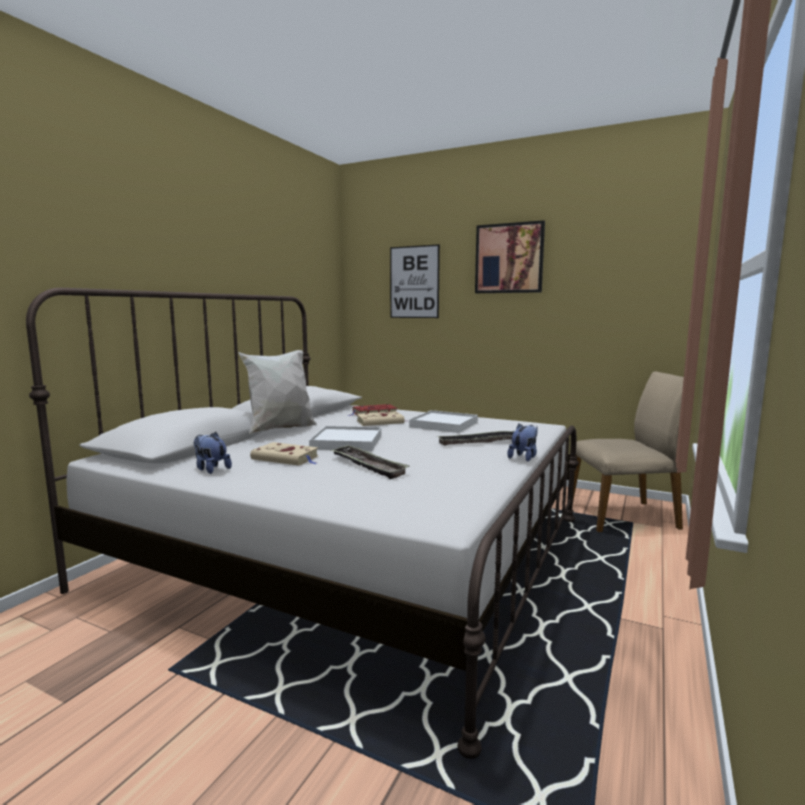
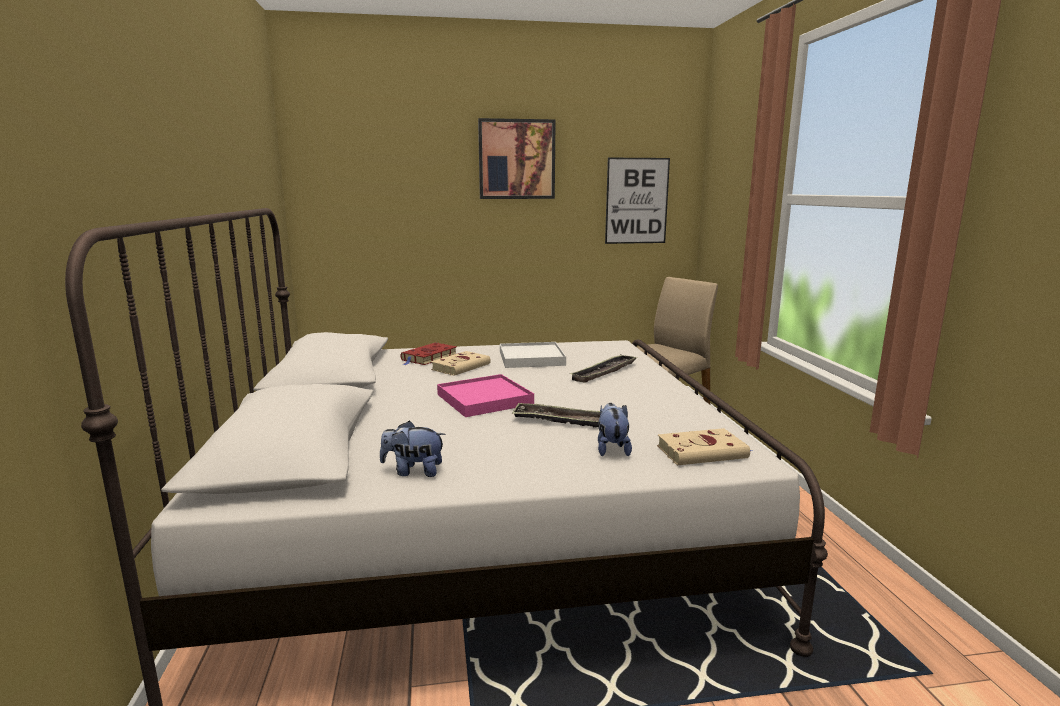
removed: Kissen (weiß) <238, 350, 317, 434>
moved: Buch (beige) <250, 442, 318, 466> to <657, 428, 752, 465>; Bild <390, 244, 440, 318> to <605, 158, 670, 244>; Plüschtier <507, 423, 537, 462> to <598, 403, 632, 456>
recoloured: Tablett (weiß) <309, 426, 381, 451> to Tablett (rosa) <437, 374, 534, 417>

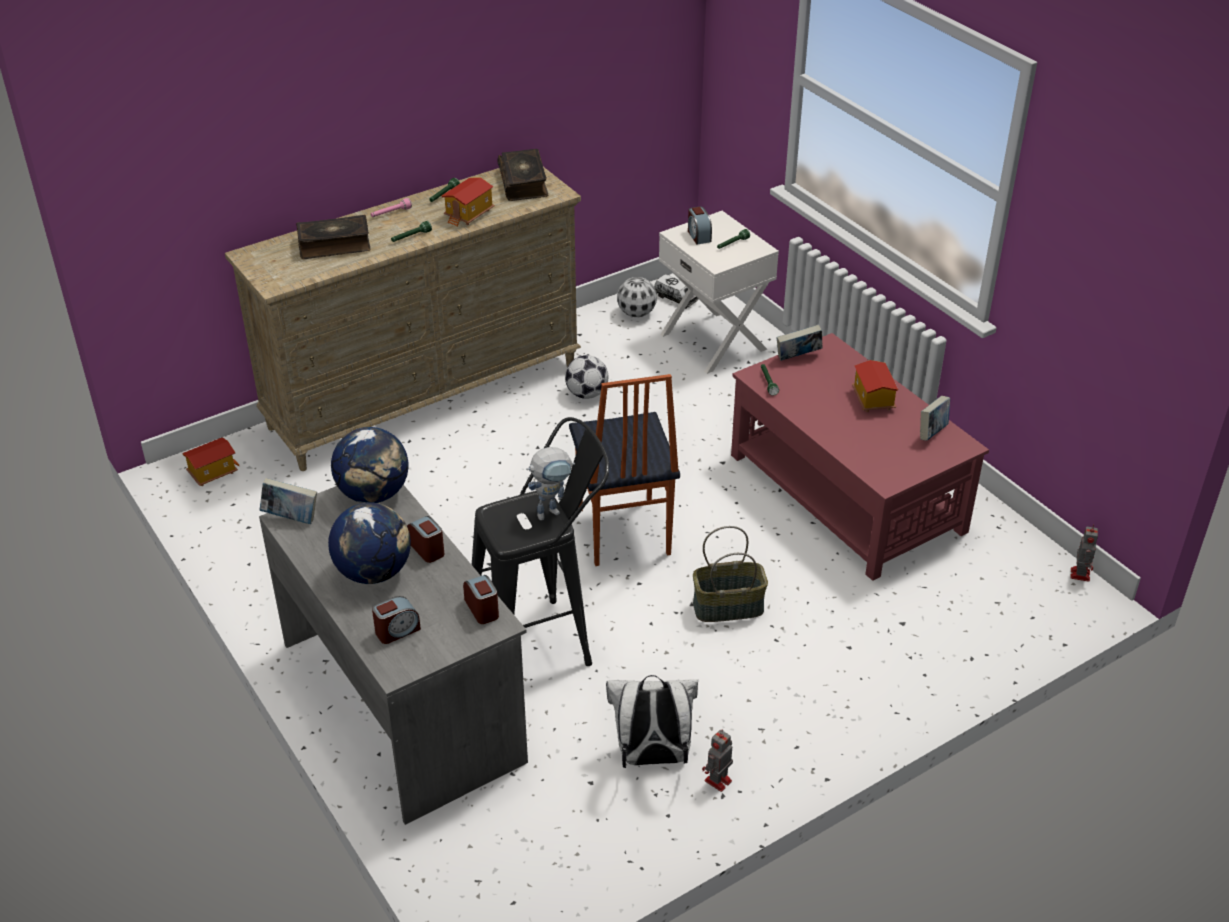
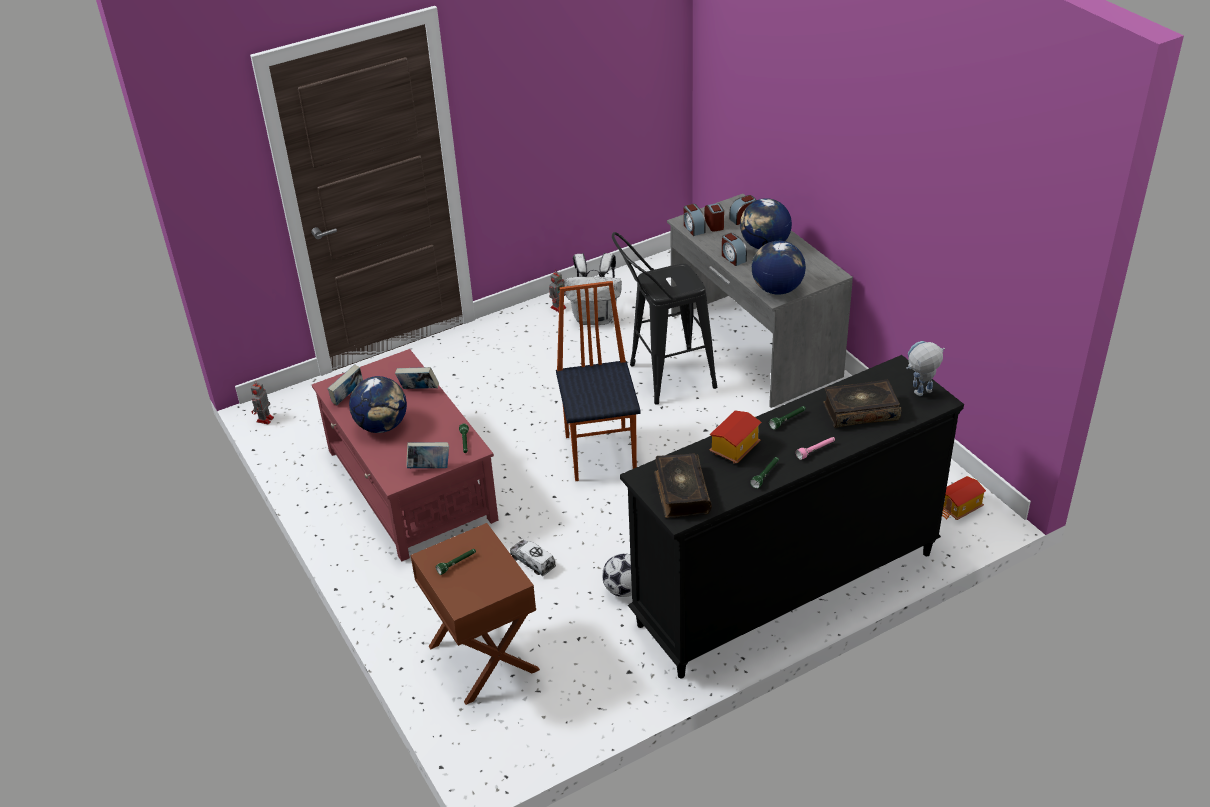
removed: Fußball <617, 277, 657, 317>; Korb <693, 526, 768, 622>
moved: Buch <260, 478, 317, 524> to <395, 367, 439, 389>; Spielzeugroboter <526, 447, 575, 521> to <906, 341, 945, 396>; Spielzeuglaster <654, 274, 698, 309> to <510, 540, 556, 576>; Wecker <688, 206, 712, 244> to <704, 203, 724, 232>
replaced: Spielzeughaus <852, 360, 898, 412> to Globus <349, 376, 407, 433>
recoloured: Kommode (beige) <225, 167, 581, 471> to Kommode (schwarz) <620, 355, 964, 678>; Nachttisch (weiß) <659, 211, 779, 374> to Nachttisch (braun) <410, 523, 540, 705>

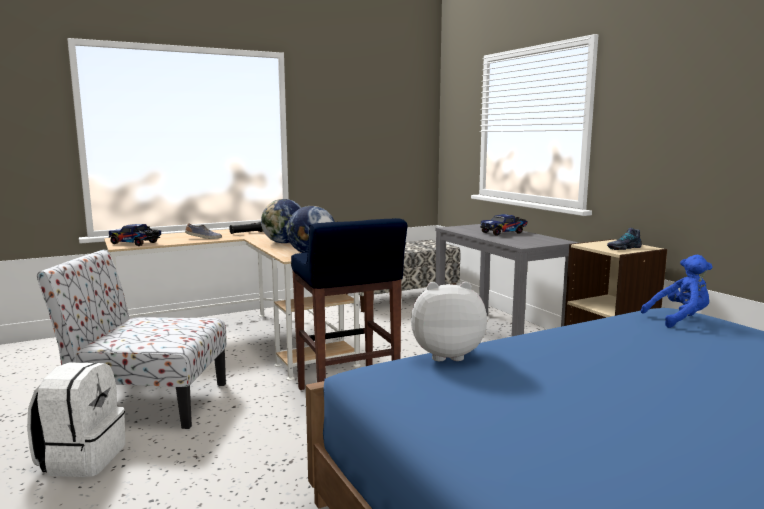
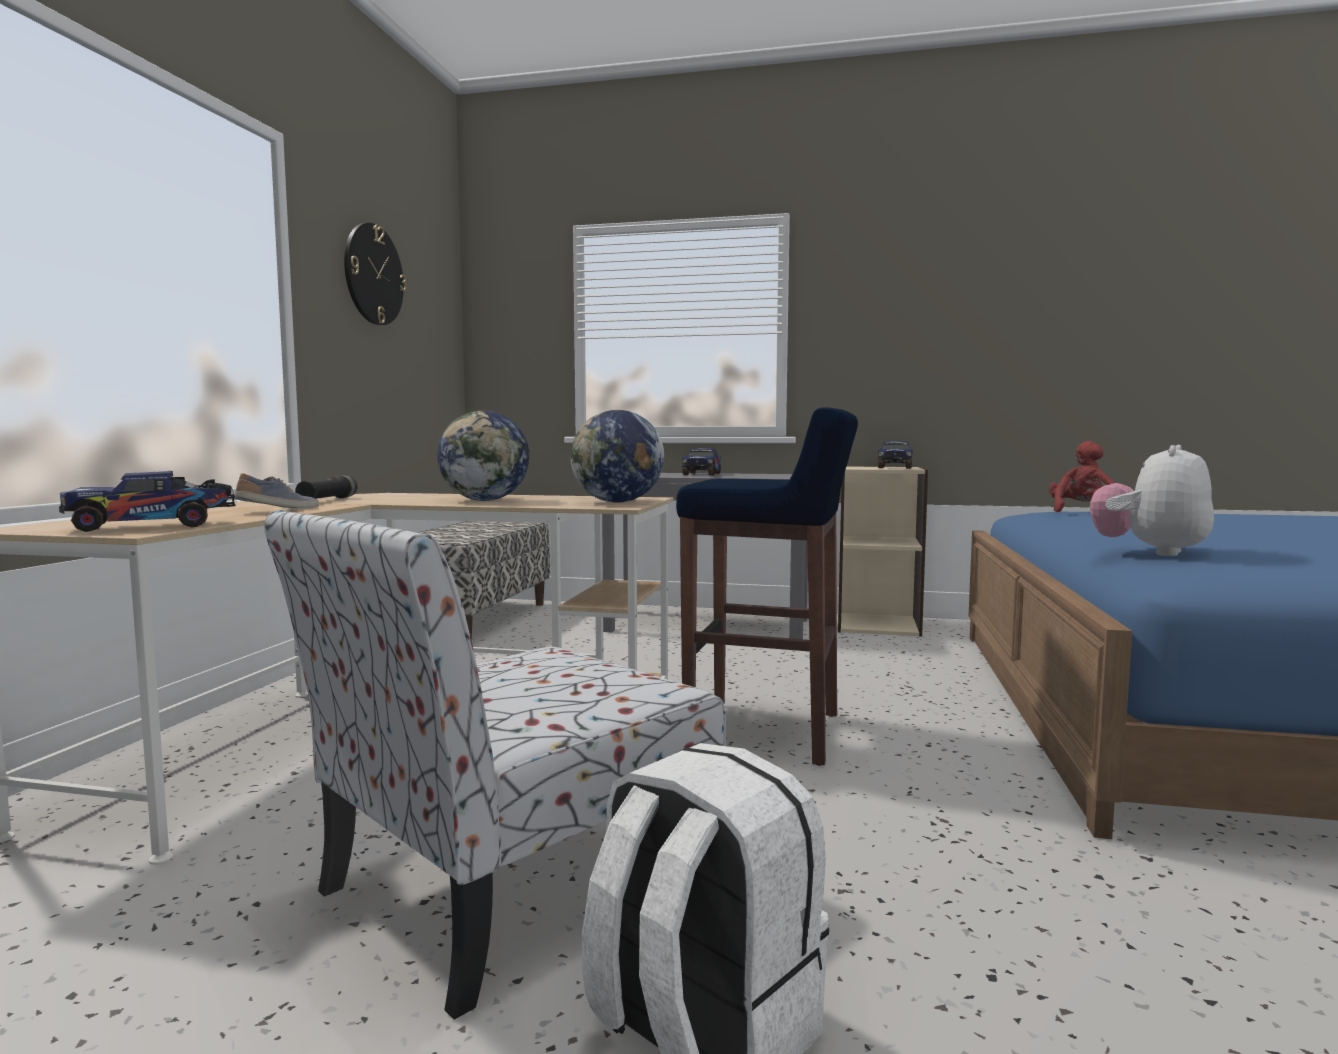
added: Wanduhr <344, 223, 406, 325>
replaced: Schuh <607, 228, 642, 250> to Spielzeuglaster <878, 441, 913, 469>
recoloured: Plüschtier (blau) <641, 255, 713, 328> to Plüschtier (rot) <1049, 441, 1115, 512>

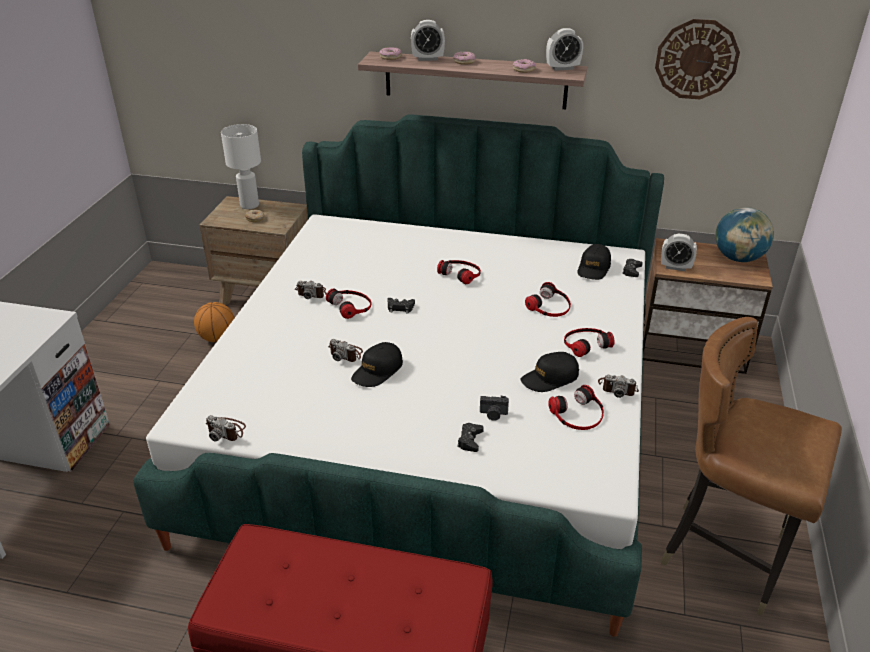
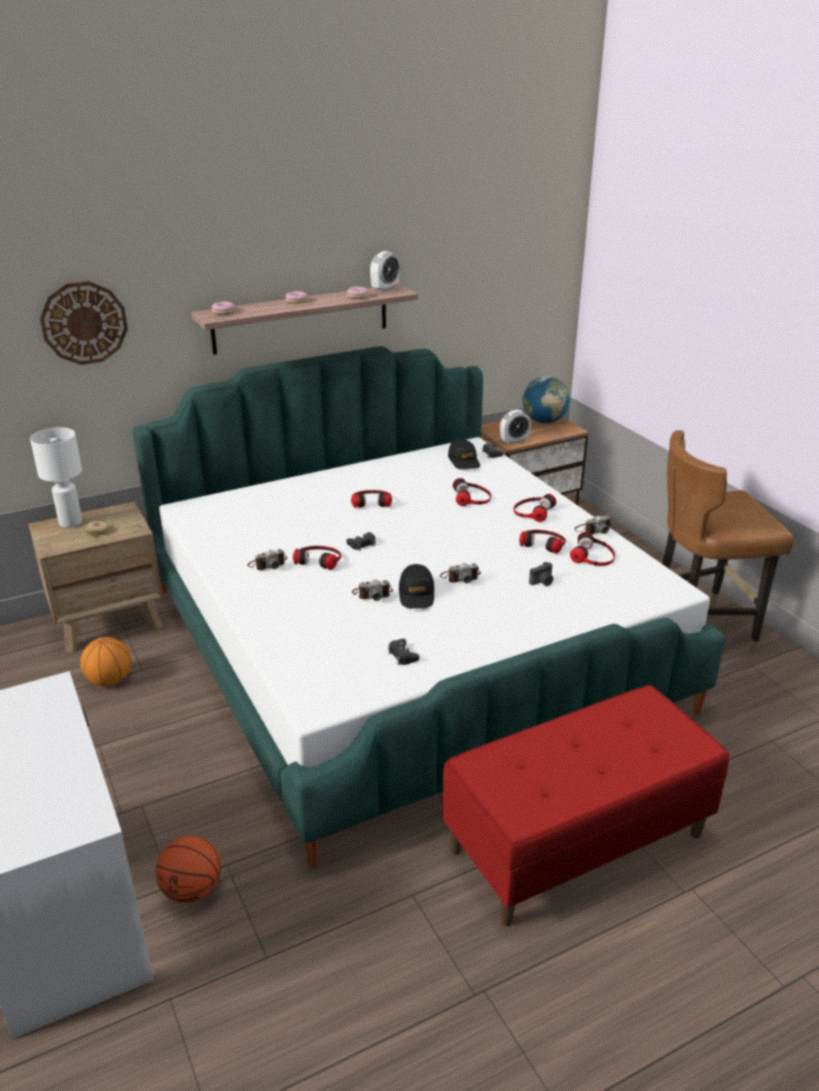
removed: Wecker <411, 20, 445, 61>
added: Basketball <155, 836, 221, 903>
moved: Kamera <206, 415, 246, 441> to <440, 563, 481, 583>; Gamepad (schwarz) <457, 423, 484, 452> to <388, 639, 419, 665>; Wanduhr <655, 19, 740, 99> to <40, 281, 128, 365>
replaced: Kappe (schwarz) <520, 352, 579, 392> to Kopfhörer <519, 530, 566, 554>

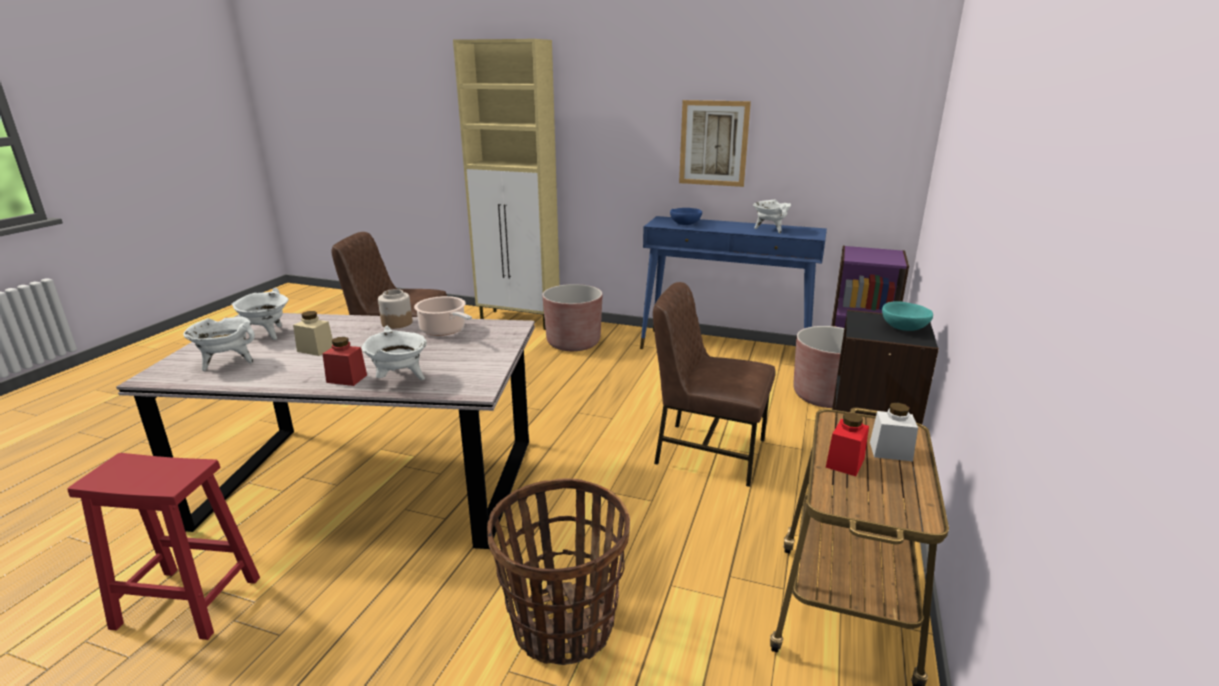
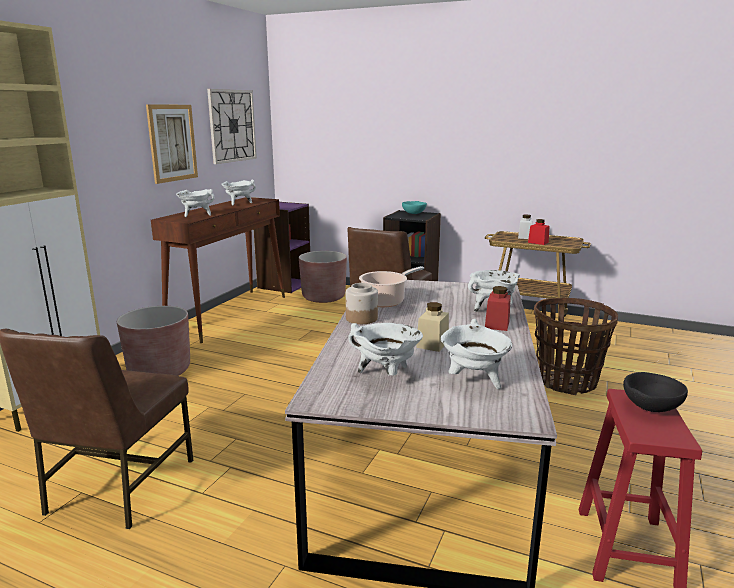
added: Wanduhr <207, 89, 257, 164>; Schüssel (schwarz) <623, 372, 688, 412>
replaced: Schüssel (blau) <670, 208, 702, 225> to Kochtopf (weiß) <176, 189, 215, 217>
recoloured: Konsolentisch (blau) <640, 216, 827, 349> to Konsolentisch (braun) <151, 197, 285, 343>

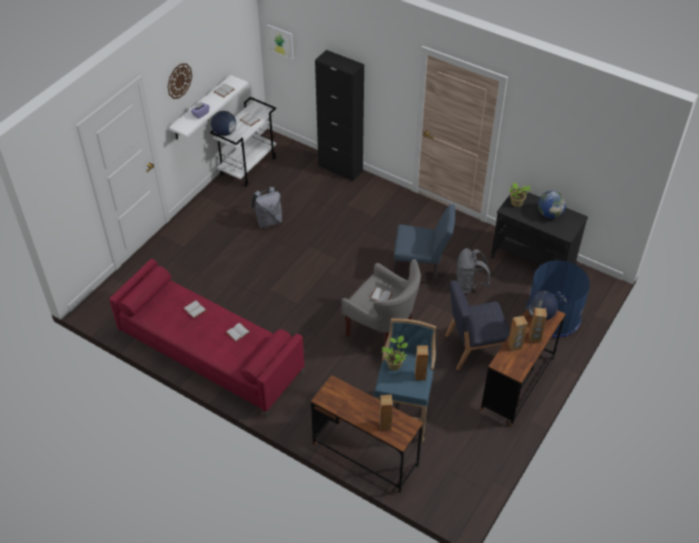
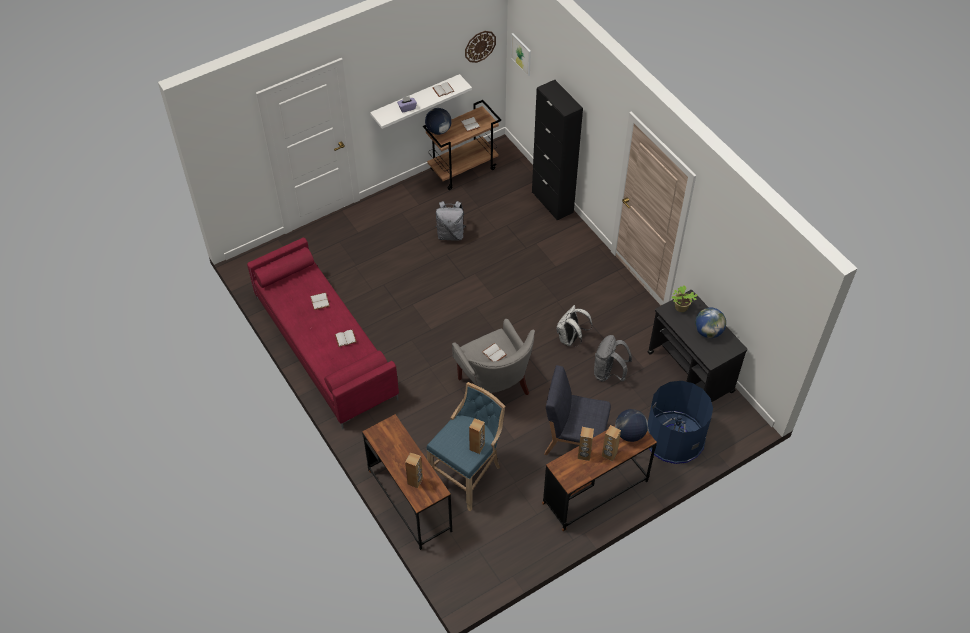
removed: Topfpflanze <382, 335, 408, 371>
moved: Wanduhr <167, 63, 192, 99> to <465, 31, 496, 63>
replaced: Stuhl (blau) <394, 204, 455, 285> to Rucksack (weiß) <556, 305, 592, 347>
recoloured: Rollwagen (weiß) <210, 97, 277, 187> to Rollwagen (braun) <423, 100, 501, 190>

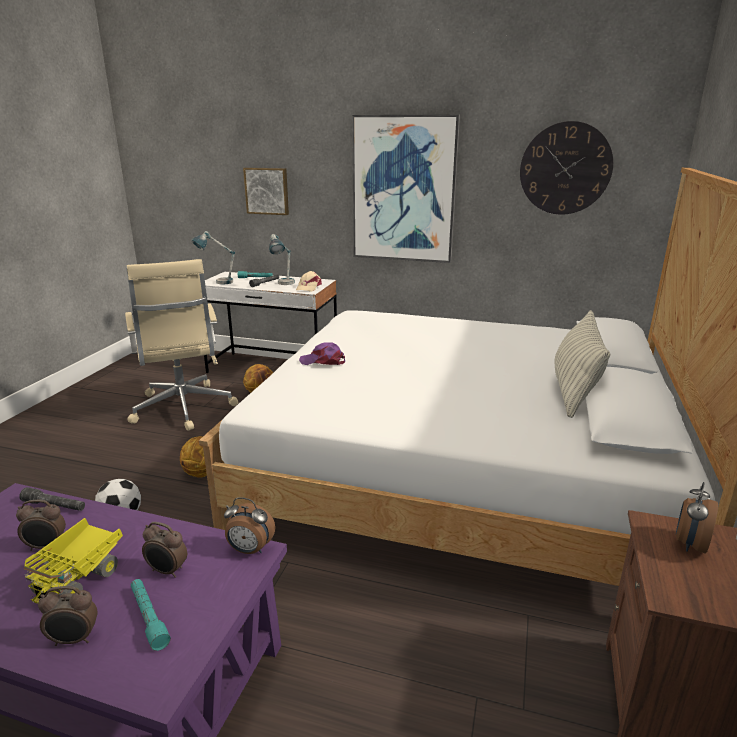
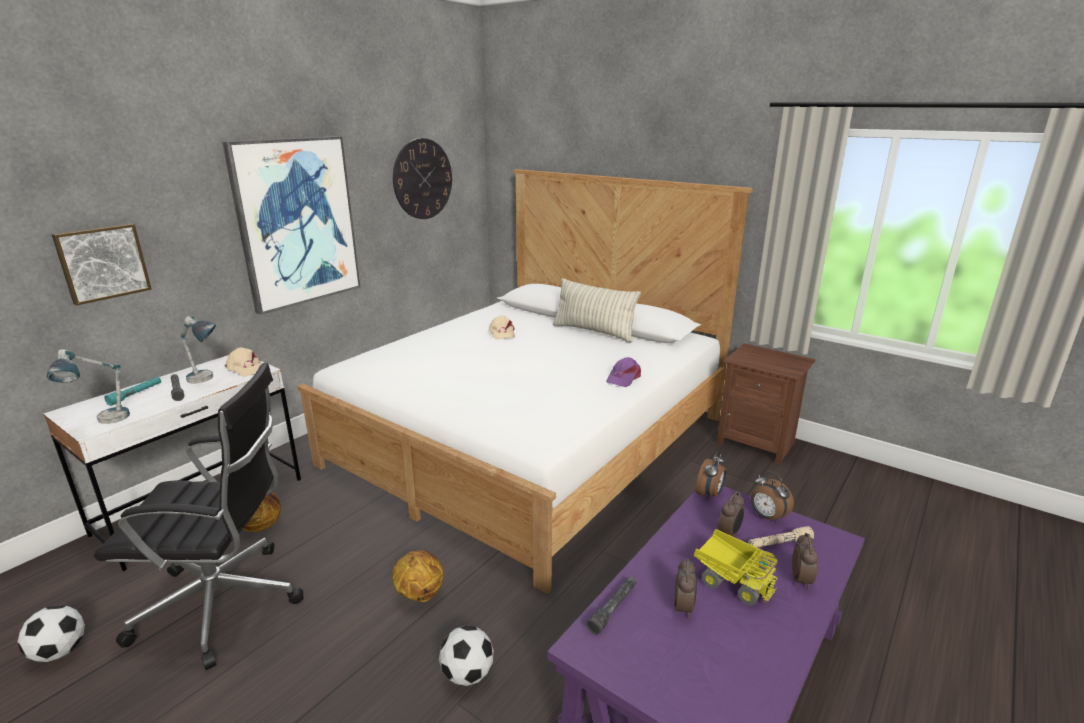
added: Fußball <17, 605, 85, 662>; Kappe (beige) <489, 315, 515, 339>
moved: Kappe (lila) <299, 342, 345, 365> to <606, 357, 641, 387>; Wecker <676, 482, 718, 553> to <751, 471, 794, 523>
recoloured: Bürostuhl (beige) <125, 259, 238, 431> to Bürostuhl (schwarz) <94, 363, 303, 670>; Taschenlampe (türkis) <131, 579, 171, 651> to Taschenlampe (beige) <748, 526, 814, 548>

